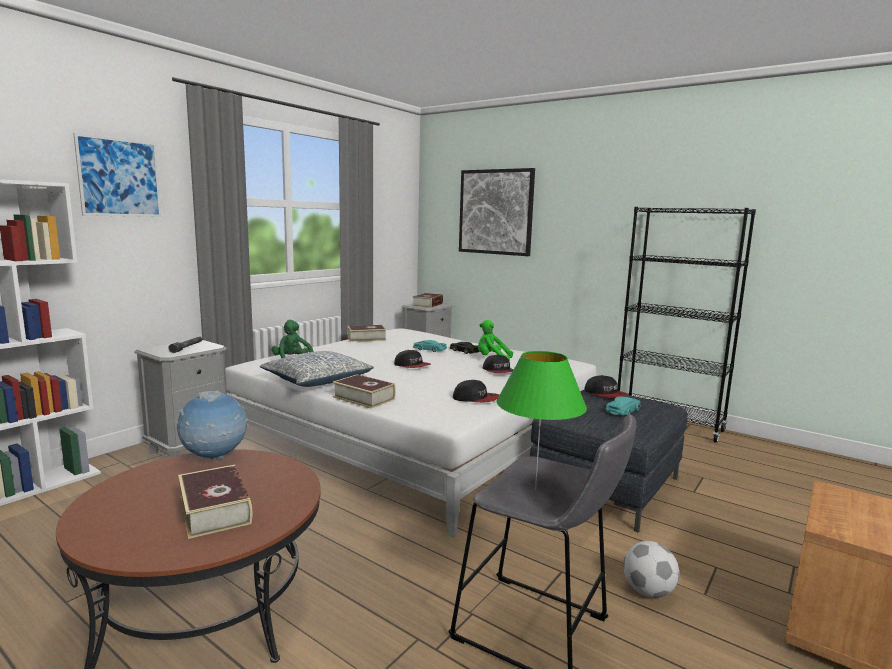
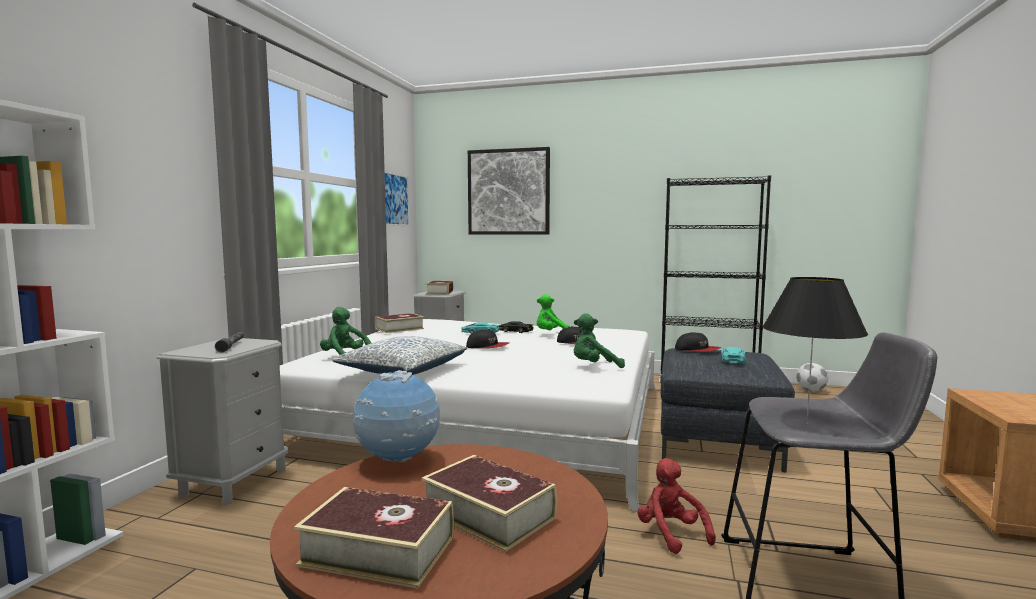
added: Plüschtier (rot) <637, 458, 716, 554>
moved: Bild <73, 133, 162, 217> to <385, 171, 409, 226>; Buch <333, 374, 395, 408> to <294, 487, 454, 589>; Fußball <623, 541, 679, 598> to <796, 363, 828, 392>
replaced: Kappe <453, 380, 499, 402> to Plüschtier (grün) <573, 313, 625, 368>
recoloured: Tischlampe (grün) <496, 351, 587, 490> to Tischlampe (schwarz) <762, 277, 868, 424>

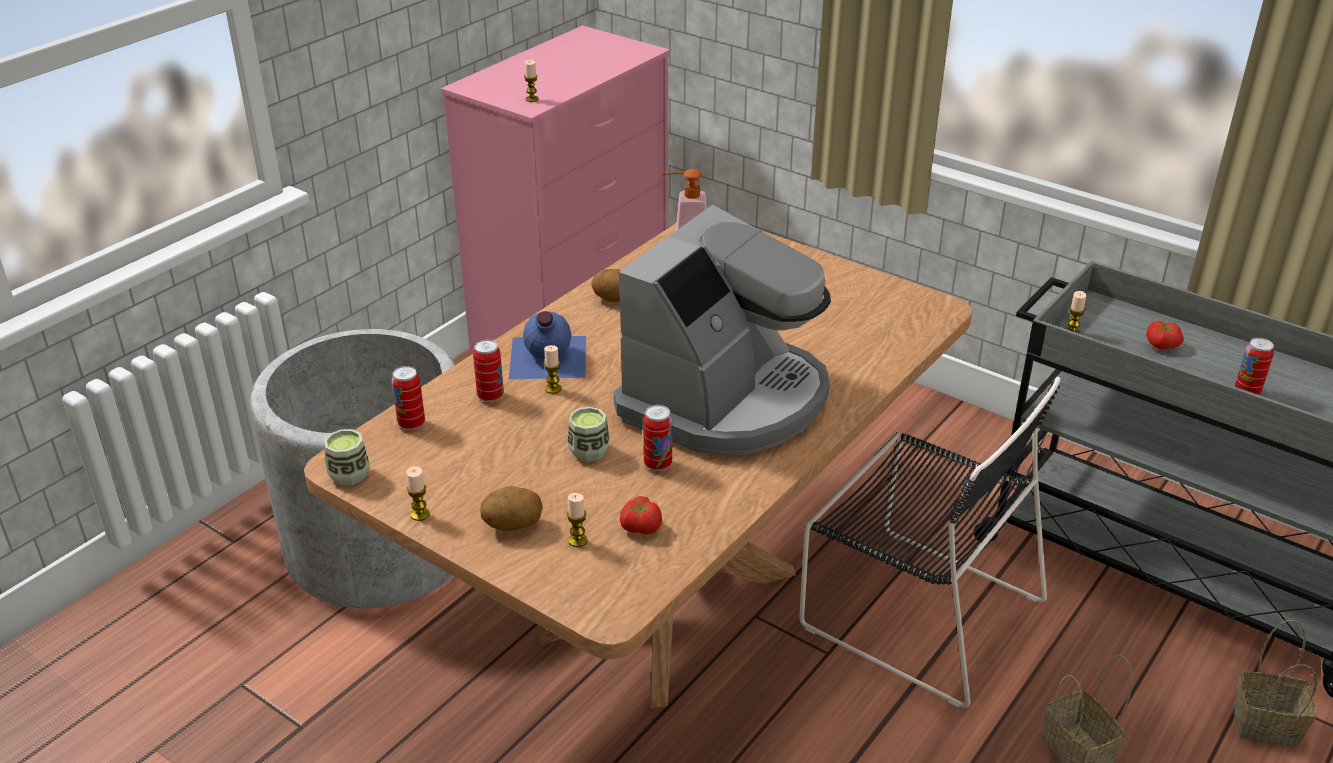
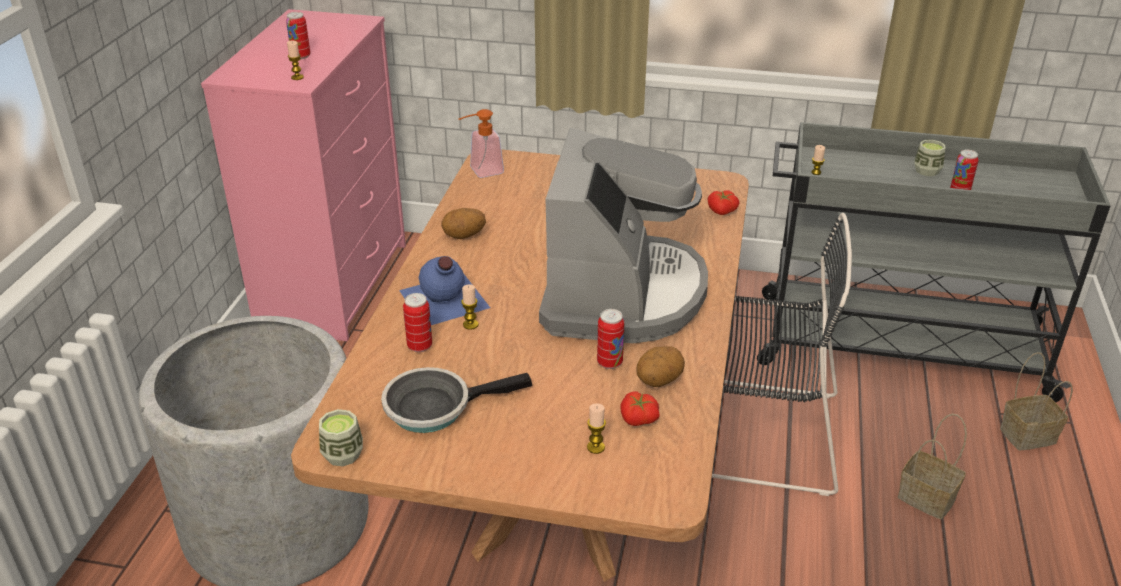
removed: Kerze <406, 466, 430, 521>
added: Pfanne <381, 367, 532, 433>
moved: Dose <392, 366, 425, 430> to <286, 12, 310, 59>; Kartoffel <481, 486, 543, 531> to <636, 346, 685, 387>; Tasse <567, 407, 610, 462> to <914, 140, 945, 176>; Tomate <1146, 321, 1184, 349> to <708, 190, 739, 215>

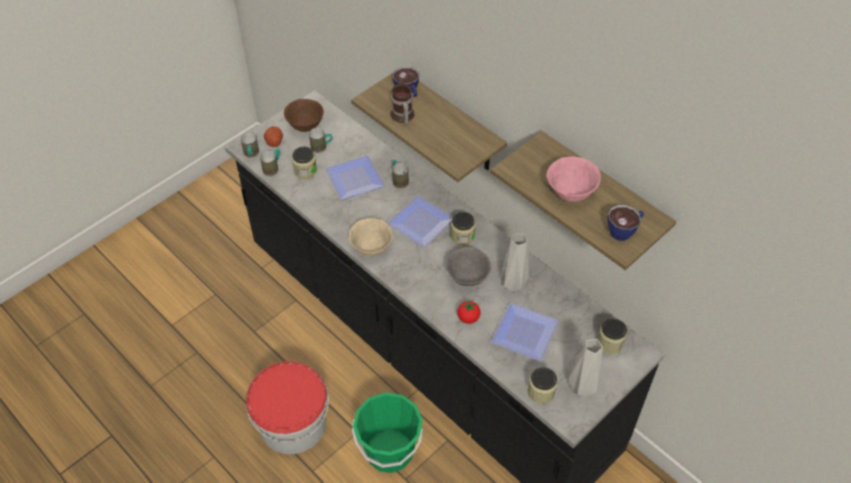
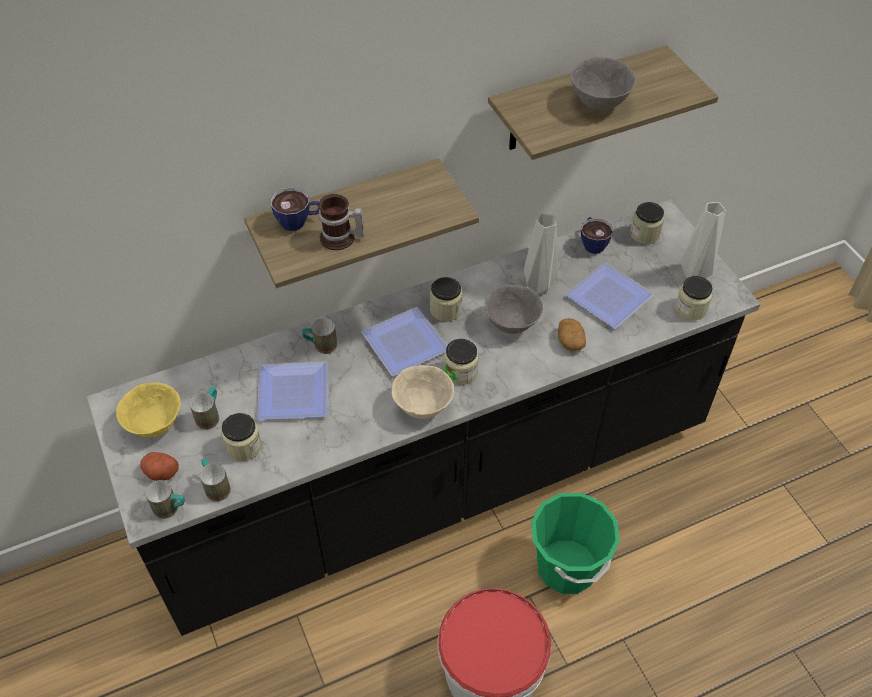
added: Vorratsglas <444, 339, 478, 385>
moved: Tasse <608, 205, 644, 241> to <581, 217, 613, 254>
replaced: Tomate <457, 301, 481, 324> to Kartoffel <558, 318, 586, 351>
recoloured: Schüssel (braun) <284, 99, 324, 132> to Schüssel (gelb) <116, 382, 181, 438>; Schüssel (rosa) <546, 157, 601, 202> to Schüssel (grau) <570, 57, 636, 110>

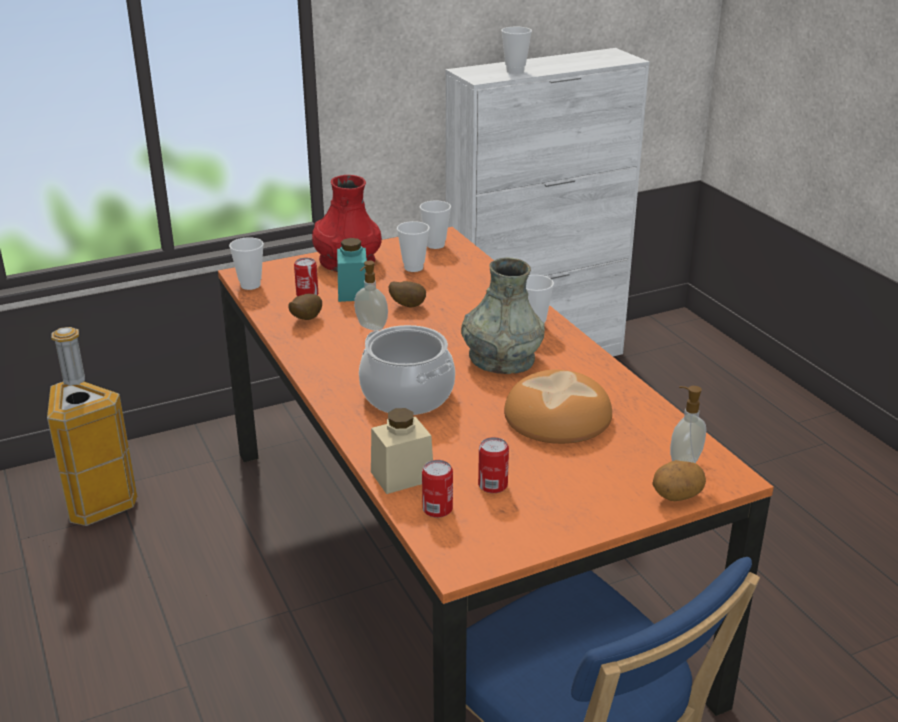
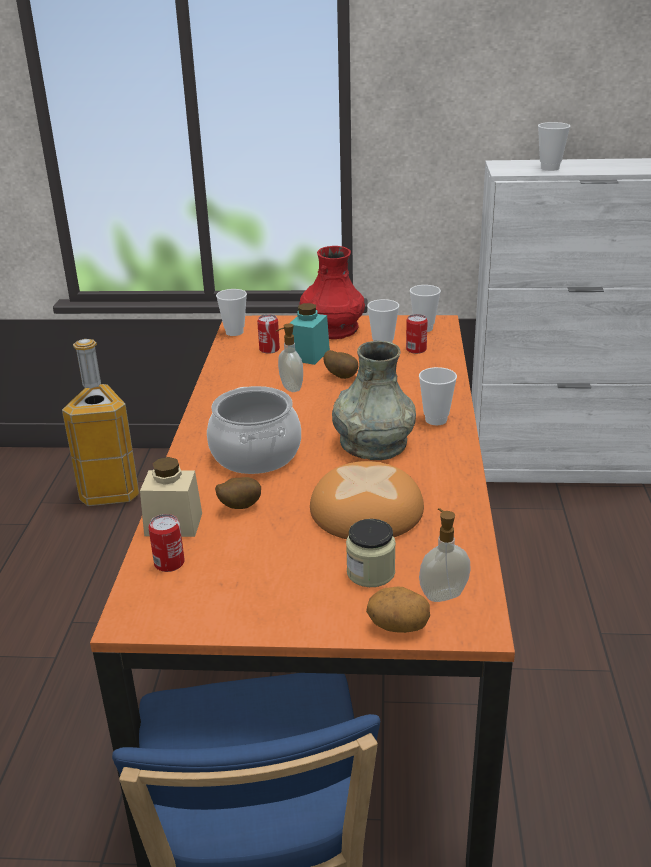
added: Vorratsglas <346, 519, 396, 587>
moved: Kartoffel <288, 294, 322, 320> to <215, 477, 261, 509>; Dose <478, 437, 509, 493> to <406, 314, 428, 354>

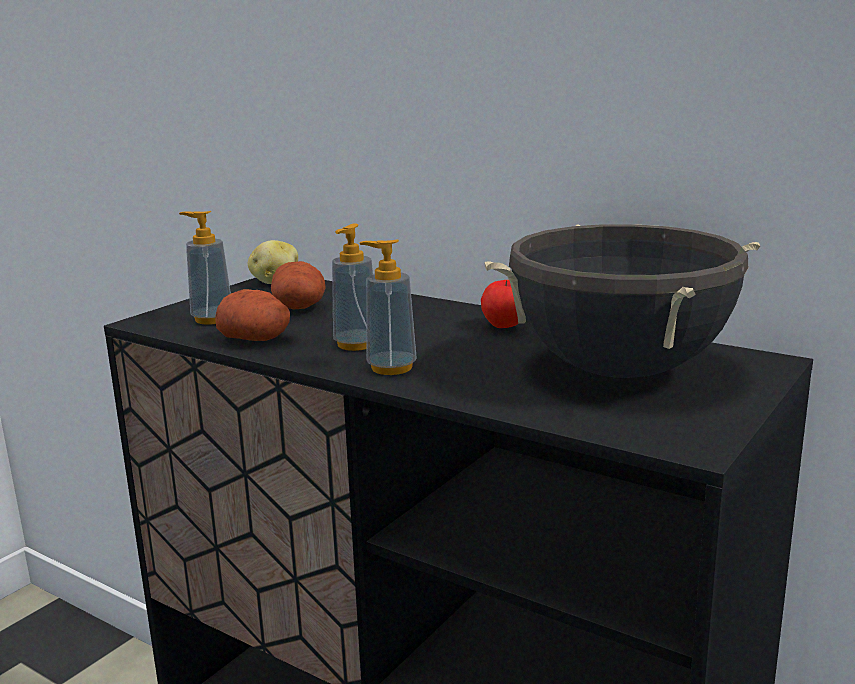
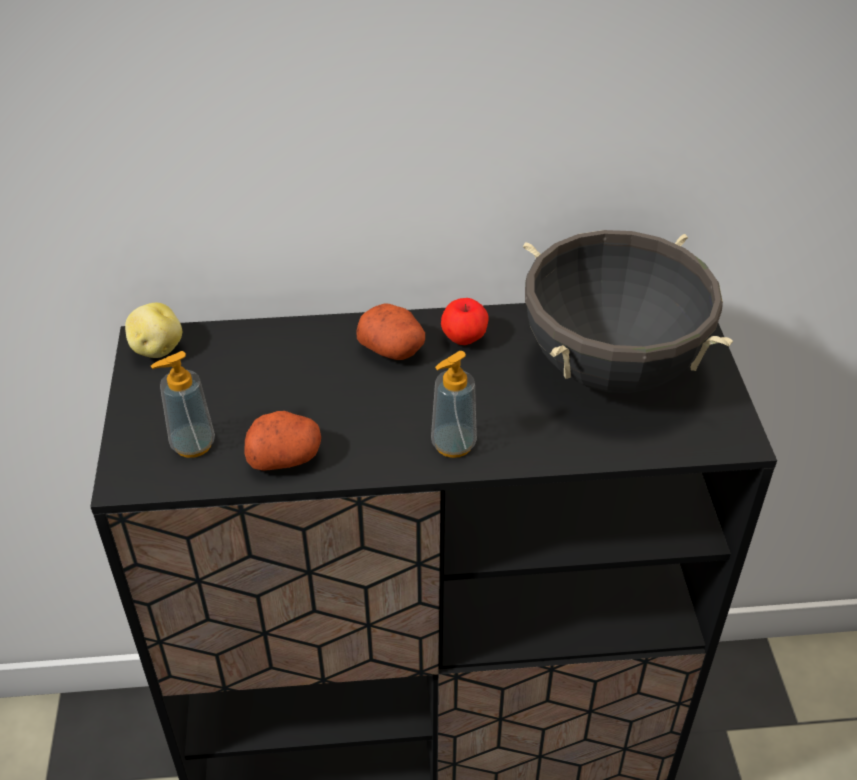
removed: Seifenspender <332, 223, 373, 351>
moved: Kartoffel <271, 261, 326, 309> to <356, 303, 425, 360>

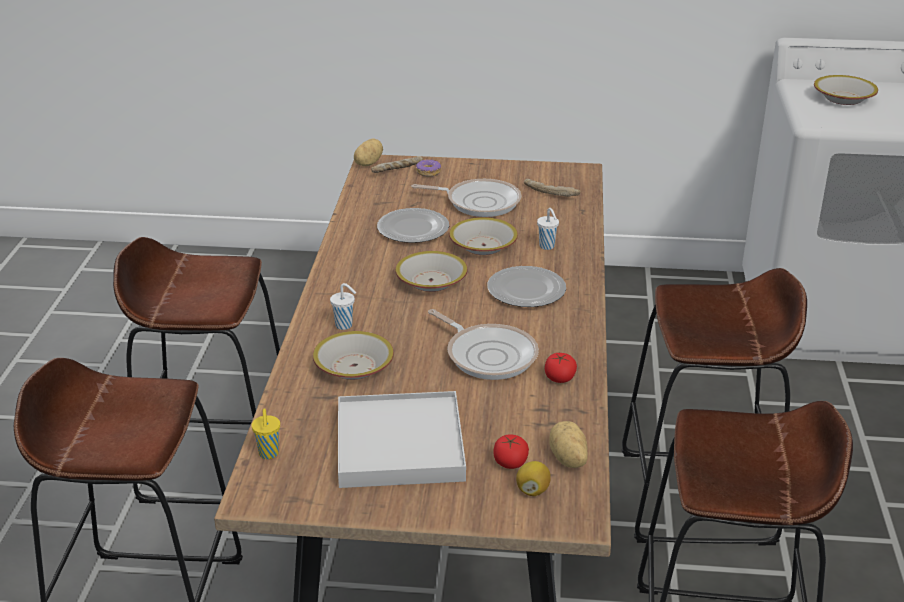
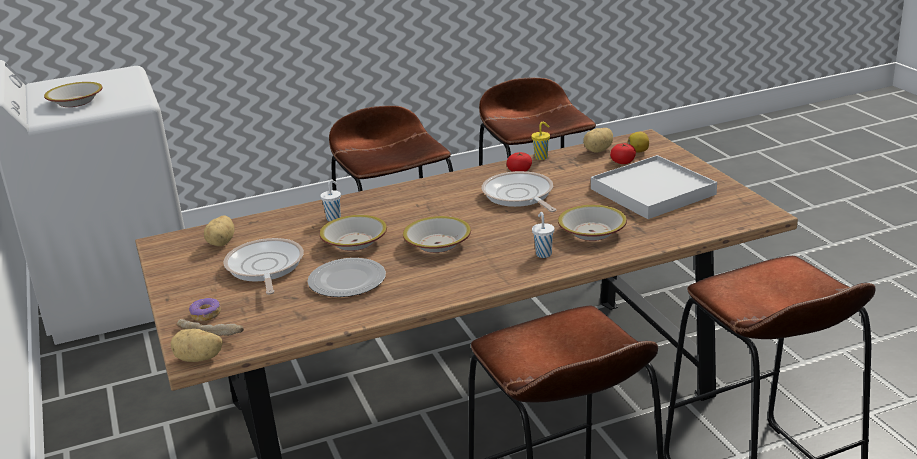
removed: Teller <487, 266, 566, 307>
moved: Tasse (gelb) <251, 408, 280, 459> to <531, 122, 550, 160>
replaced: Brot <524, 179, 580, 197> to Kartoffel <204, 215, 235, 246>
turned: Pfanne <428, 309, 539, 380> = <482, 171, 556, 212> 45 degrees counterclockwise

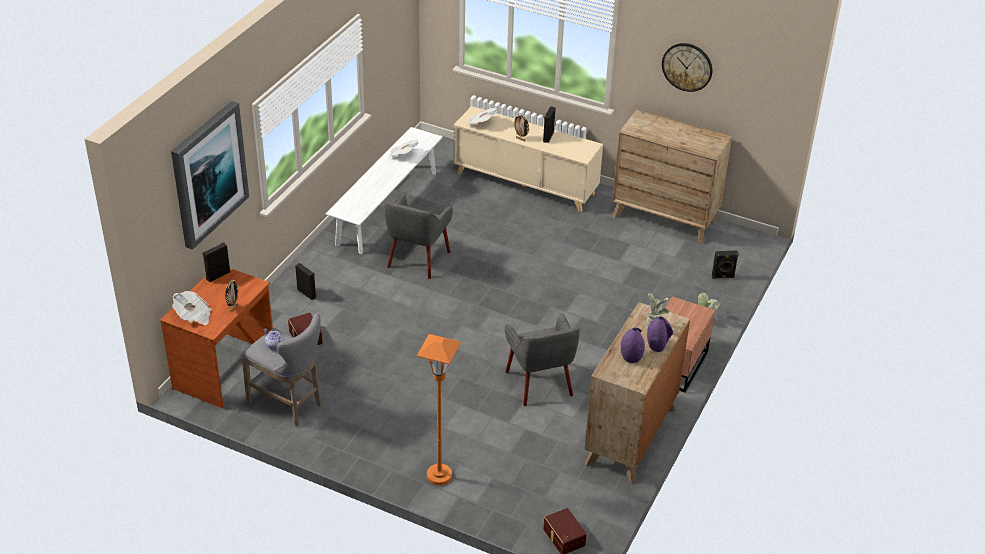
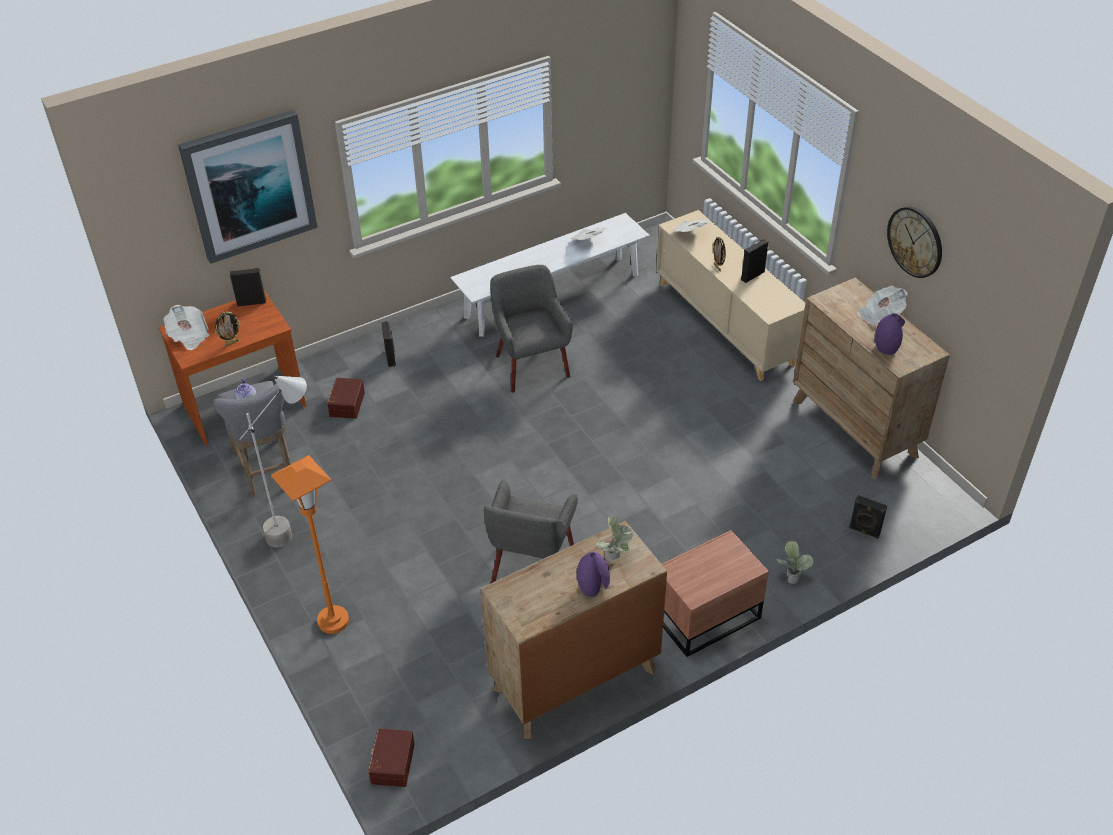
added: Stehlampe (grau) <239, 376, 307, 548>; Zeitung <857, 286, 908, 326>
moved: Vase (lila) <621, 328, 645, 363> to <875, 313, 905, 355>
turned: Sessel (grau) <384, 194, 453, 279> = <490, 265, 573, 392> 105 degrees clockwise

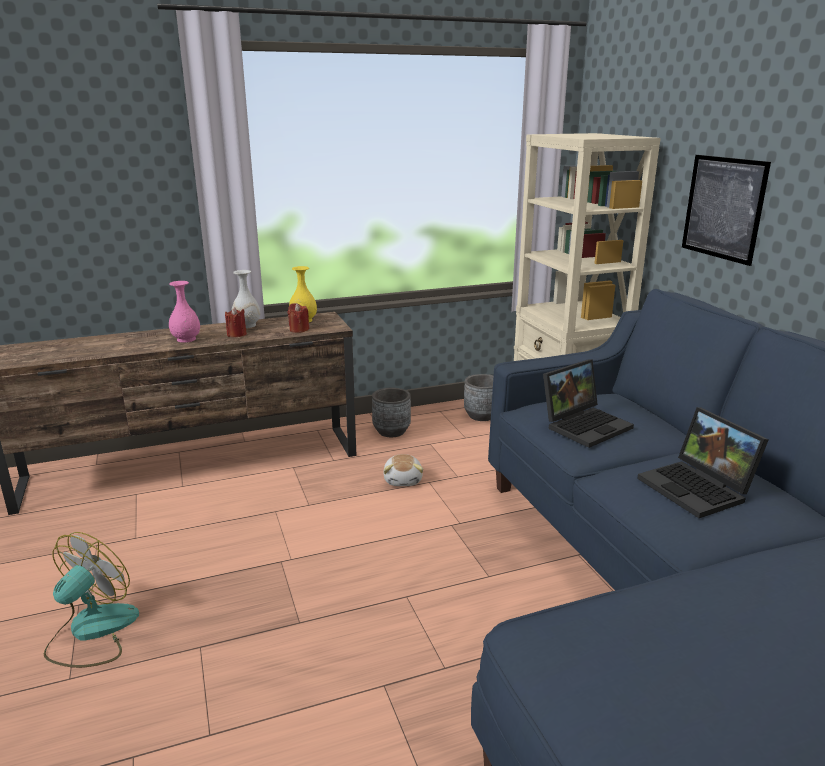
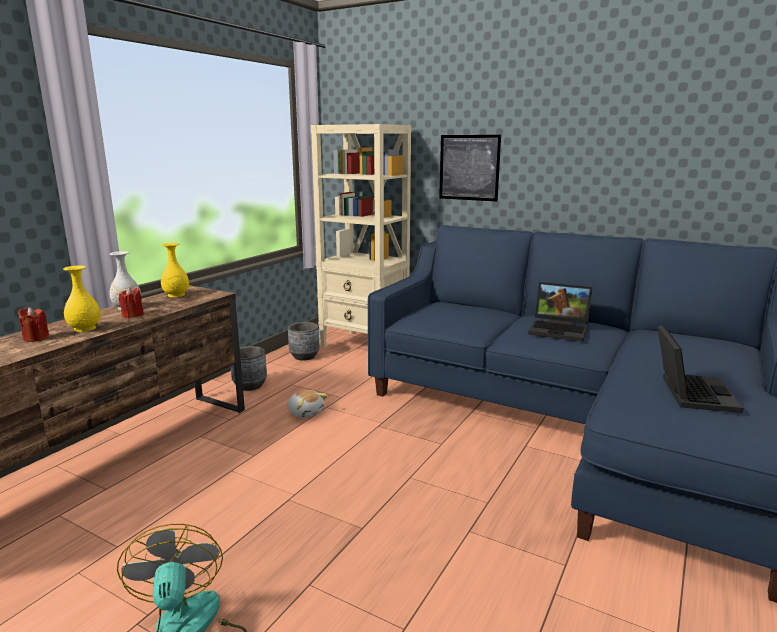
moved: Kerze (rot) <288, 303, 309, 333> to <18, 307, 49, 342>; Laptop <543, 359, 634, 448> to <657, 325, 744, 413>
recoloured: Vase (rosa) <169, 281, 200, 343> to Vase (gelb) <63, 265, 101, 332>

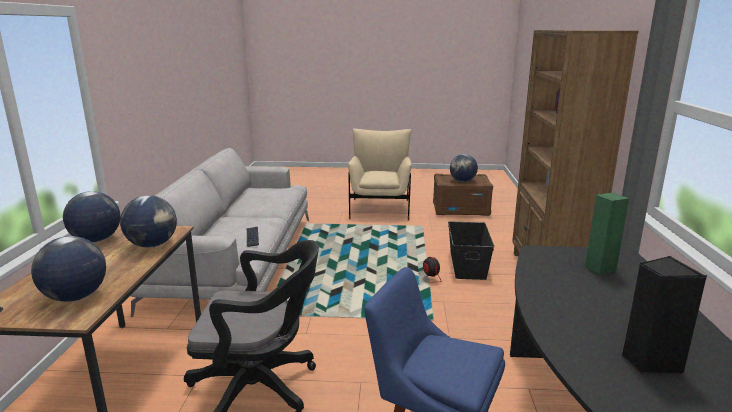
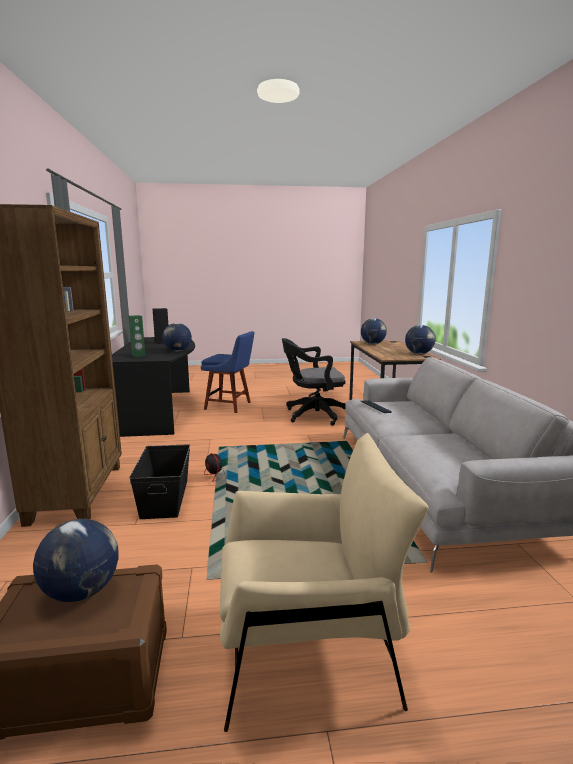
moved: Globus <120, 195, 177, 248> to <163, 323, 192, 351>
turned: Sessel (beige) <348, 129, 412, 221> = <220, 433, 428, 732> 90 degrees counterclockwise

